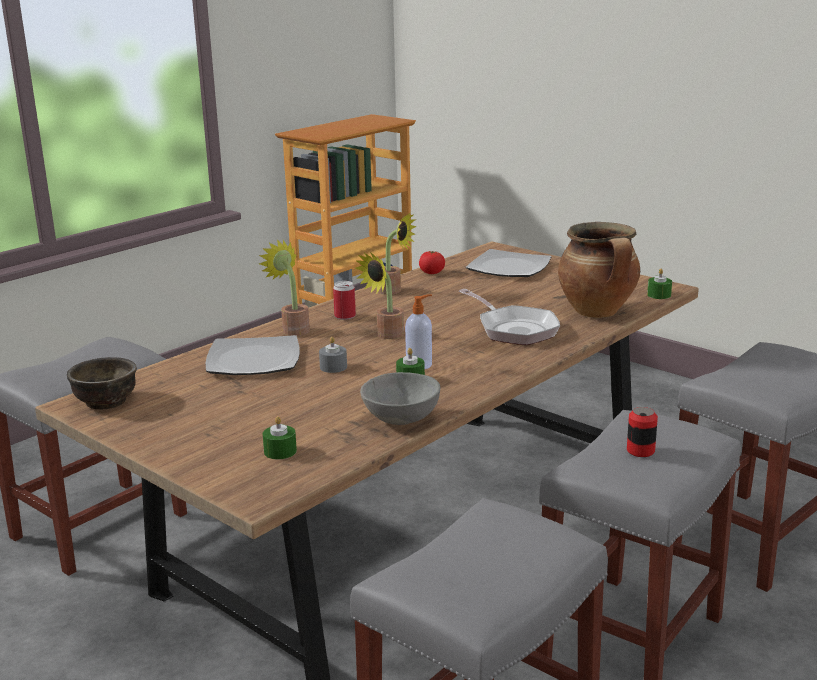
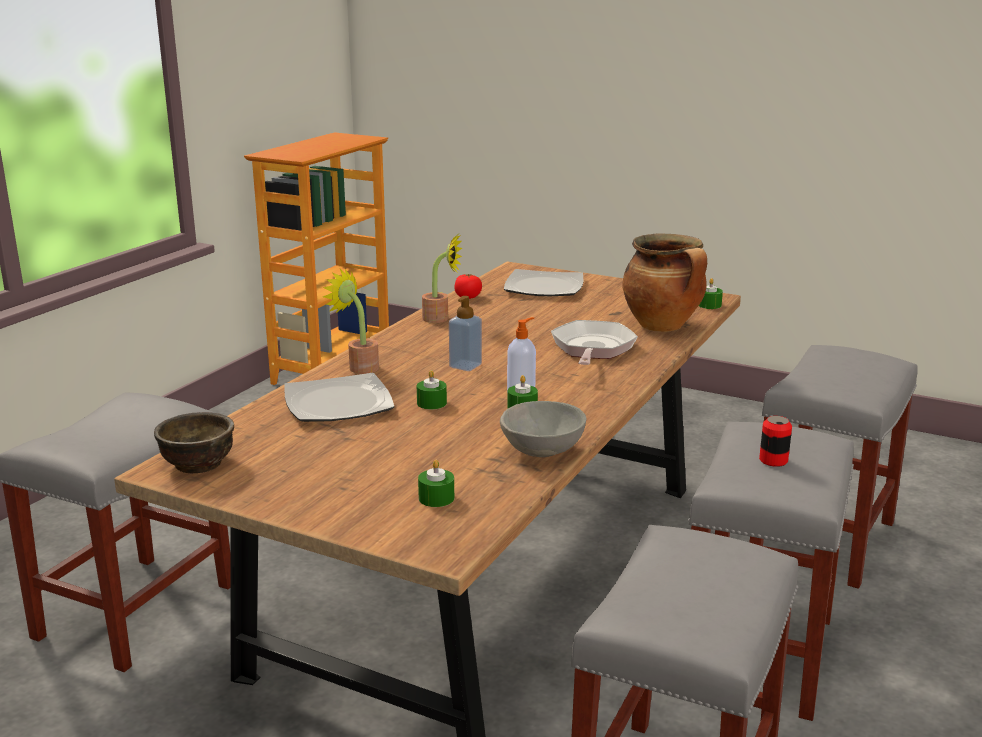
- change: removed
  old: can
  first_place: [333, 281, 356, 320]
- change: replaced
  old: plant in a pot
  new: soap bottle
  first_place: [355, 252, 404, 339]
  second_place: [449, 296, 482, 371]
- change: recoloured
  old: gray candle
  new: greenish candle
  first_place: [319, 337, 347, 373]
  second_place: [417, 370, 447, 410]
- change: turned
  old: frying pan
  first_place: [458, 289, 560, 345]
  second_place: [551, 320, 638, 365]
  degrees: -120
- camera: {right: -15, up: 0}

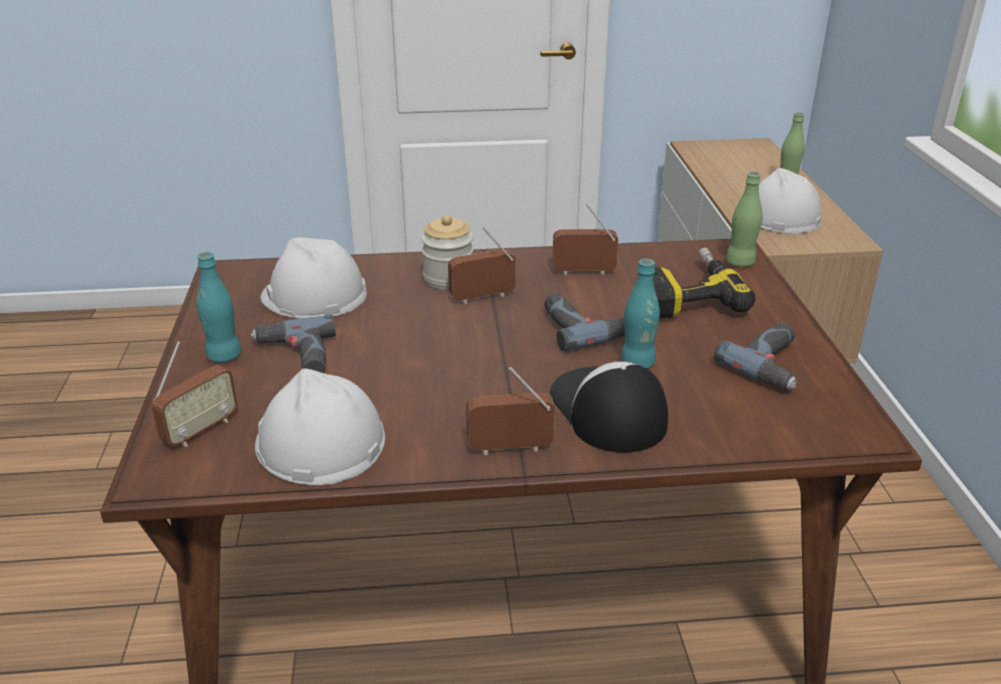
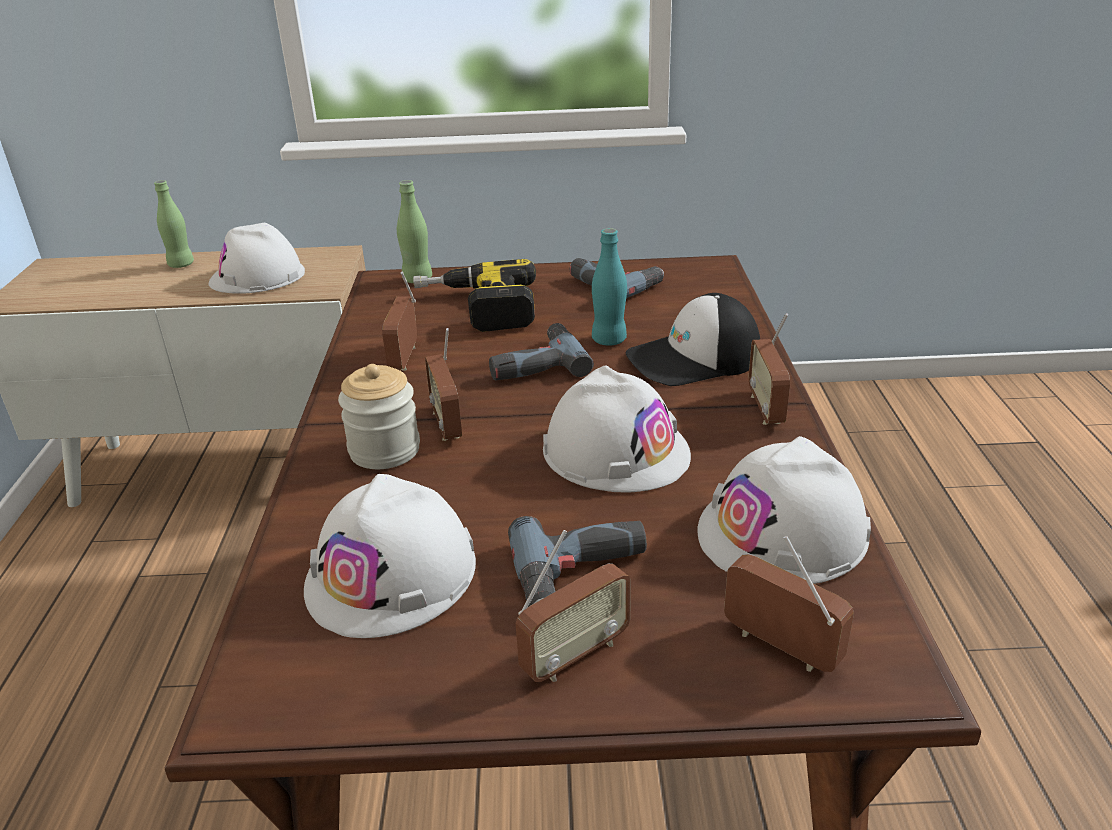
- change: added
  new: white work helmet
  second_place: [543, 366, 691, 492]
- change: replaced
  old: turquoise-coloured bottle
  new: radio receiver
  first_place: [197, 252, 241, 363]
  second_place: [516, 530, 631, 682]
- camera: {right: -85, up: 0}

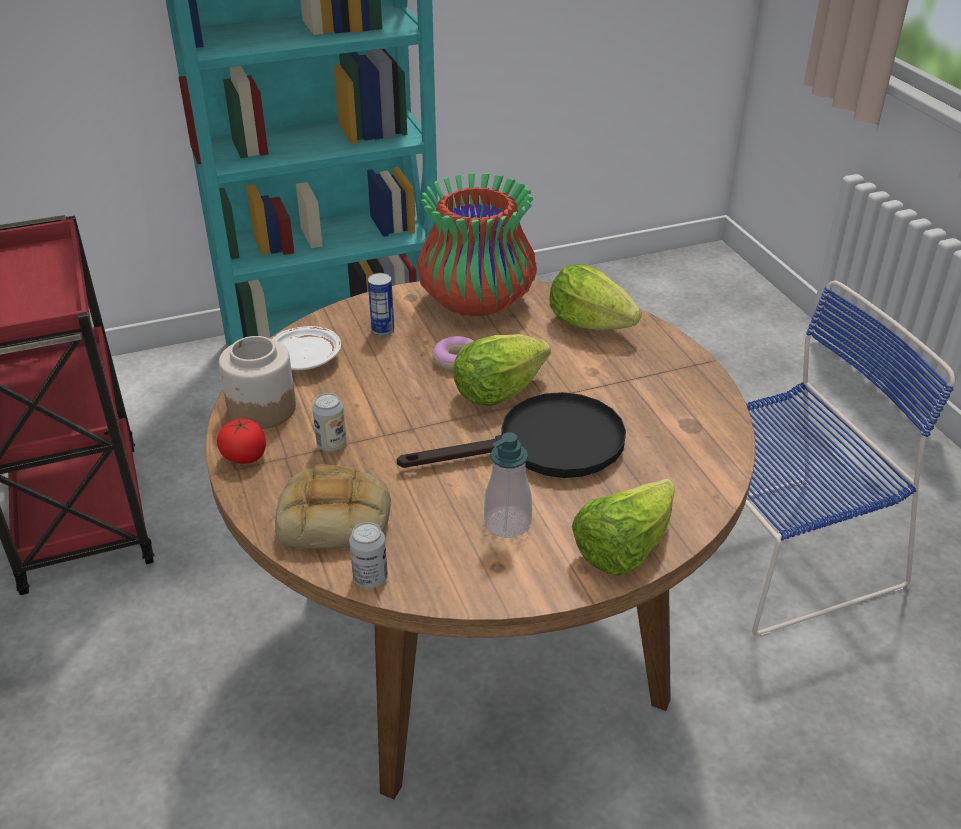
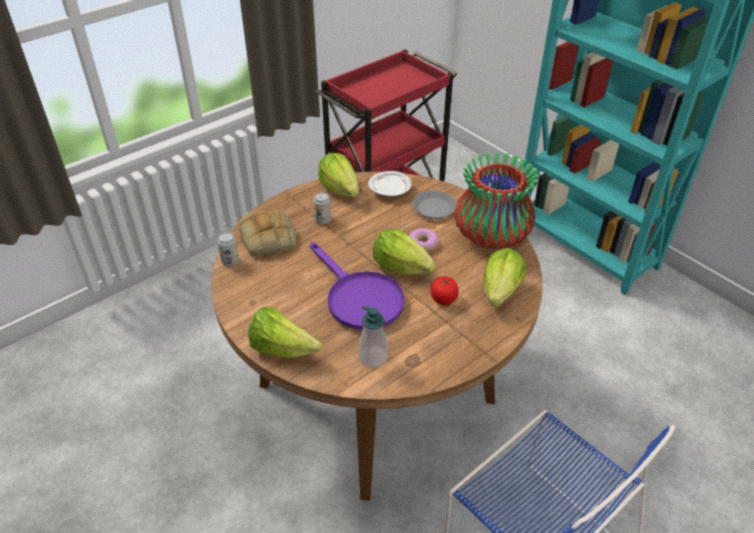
- change: moved
  old: tomato
  first_place: [217, 418, 266, 464]
  second_place: [431, 276, 459, 305]
- change: moved
  old: soap bottle
  first_place: [484, 432, 532, 538]
  second_place: [359, 305, 388, 367]
- change: replaced
  old: preserve jar
  new: lettuce head
  first_place: [219, 336, 296, 429]
  second_place: [318, 153, 359, 197]
- change: replaced
  old: can
  new: gray flat dish
  first_place: [368, 273, 394, 336]
  second_place: [412, 190, 457, 219]
- change: recoloured
  old: black-coloured frying pan
  new: purple-coloured frying pan
  first_place: [397, 392, 626, 478]
  second_place: [310, 242, 405, 330]
- camera: {right: 70, up: 5}

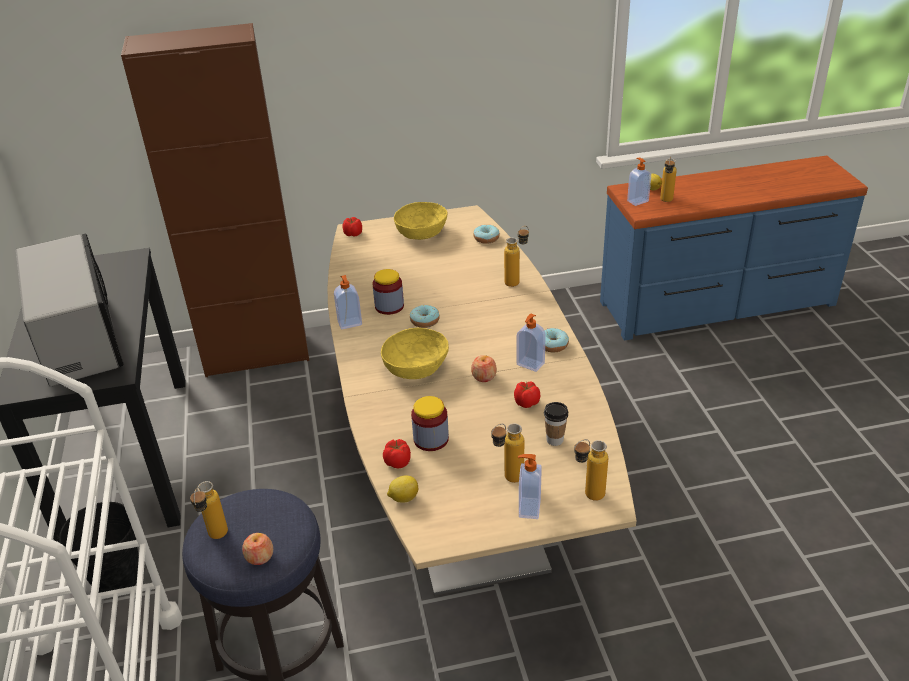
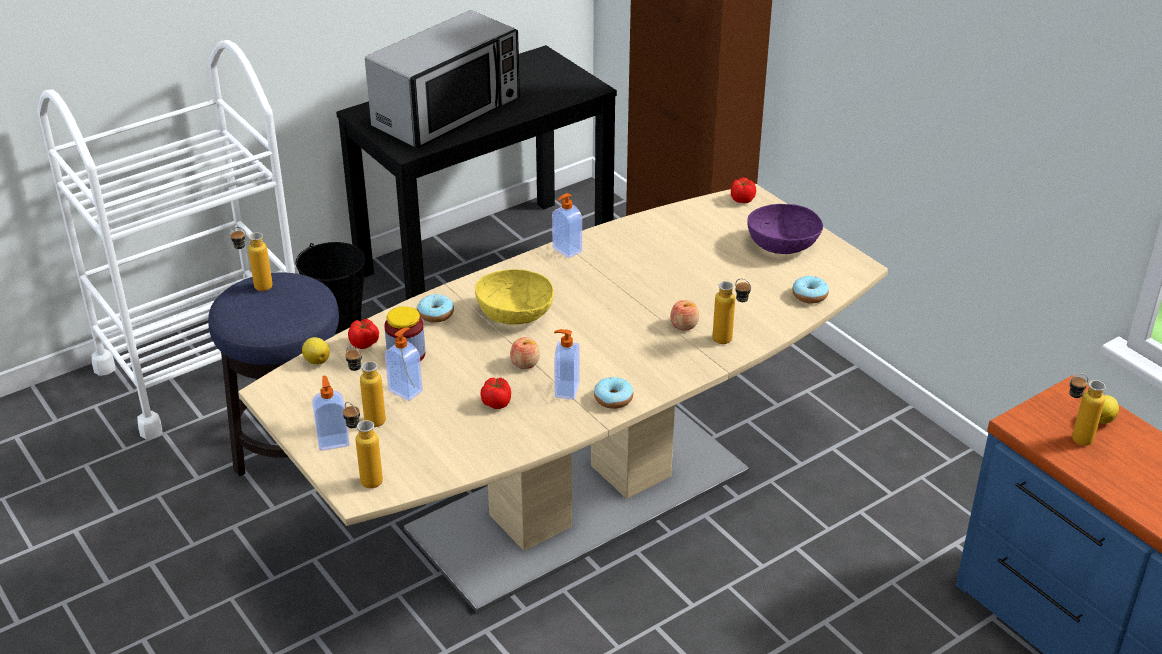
- change: removed
  old: preserve jar
  first_place: [372, 269, 404, 315]
- change: removed
  old: small cup
  first_place: [544, 402, 568, 446]
- change: moved
  old: whole apple
  first_place: [242, 533, 273, 565]
  second_place: [670, 300, 699, 331]
- change: moved
  old: doughnut
  first_place: [410, 305, 440, 328]
  second_place: [417, 294, 454, 323]
- change: moved
  old: soap bottle
  first_place: [627, 158, 651, 206]
  second_place: [385, 327, 423, 401]
- change: recoloured
  old: yellow-coloured deep dish
  new: purple-coloured deep dish
  first_place: [394, 202, 447, 240]
  second_place: [747, 204, 823, 254]
- camera: {right: 65, up: 0}

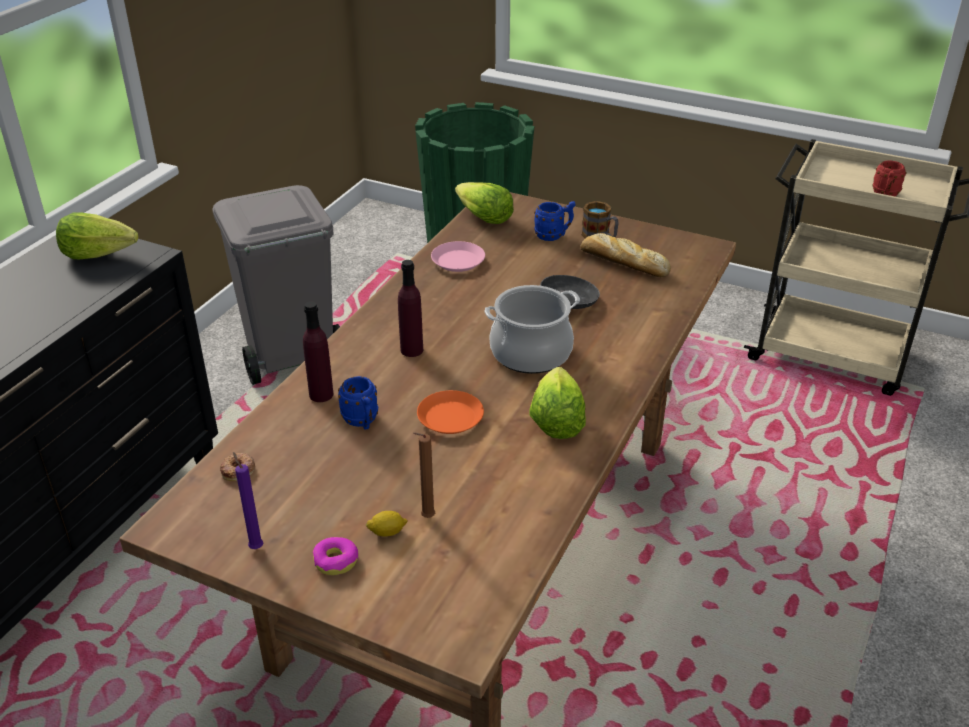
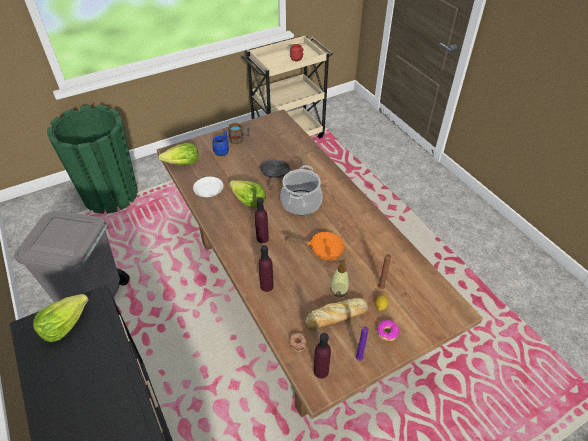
- change: removed
  old: blue mug
  first_place: [338, 376, 378, 430]
- change: added
  new: purple-coloured bottle
  second_place: [314, 333, 331, 379]
- change: added
  new: soap bottle
  second_place: [330, 260, 349, 297]
- change: moved
  old: lettuce head
  first_place: [529, 367, 586, 439]
  second_place: [229, 180, 266, 207]
- change: moved
  old: bread
  first_place: [581, 233, 671, 277]
  second_place: [305, 298, 368, 330]
- change: replaced
  old: orangey flat dish
  new: orangey frying pan
  first_place: [417, 390, 484, 434]
  second_place: [284, 232, 345, 261]
- change: recoloured
  old: pink-coloured flat dish
  new: white flat dish
  first_place: [431, 241, 485, 272]
  second_place: [193, 177, 223, 197]
- camera: {right: -55, up: 10}

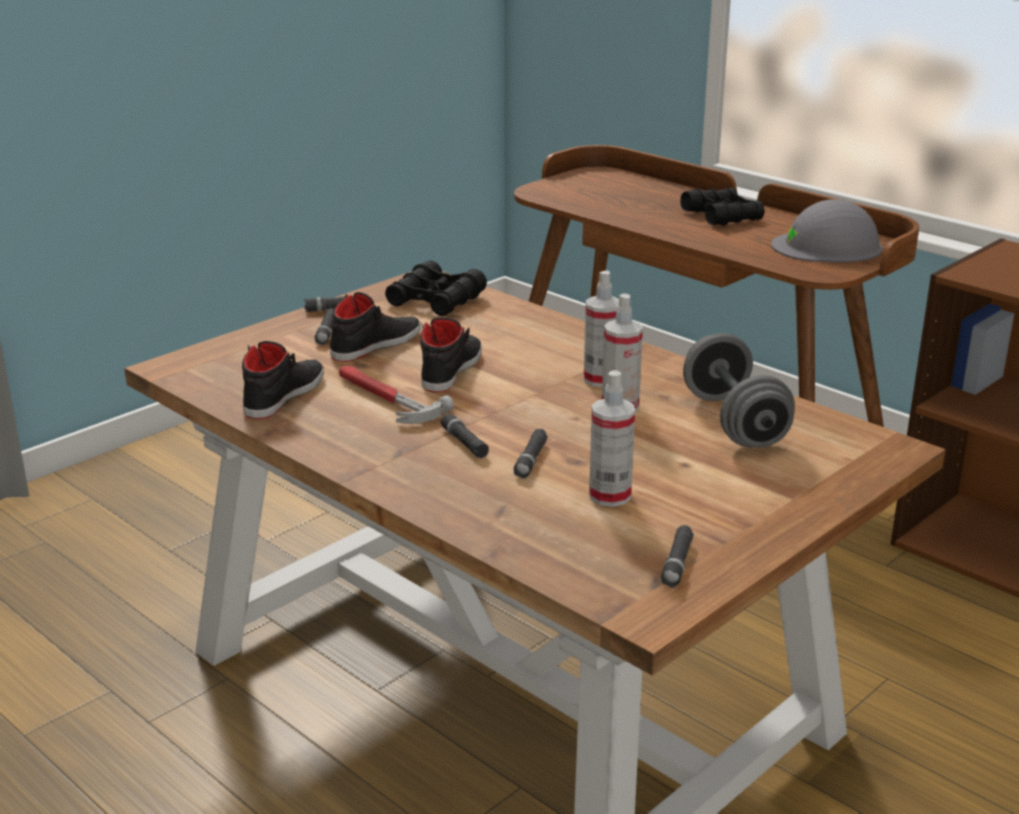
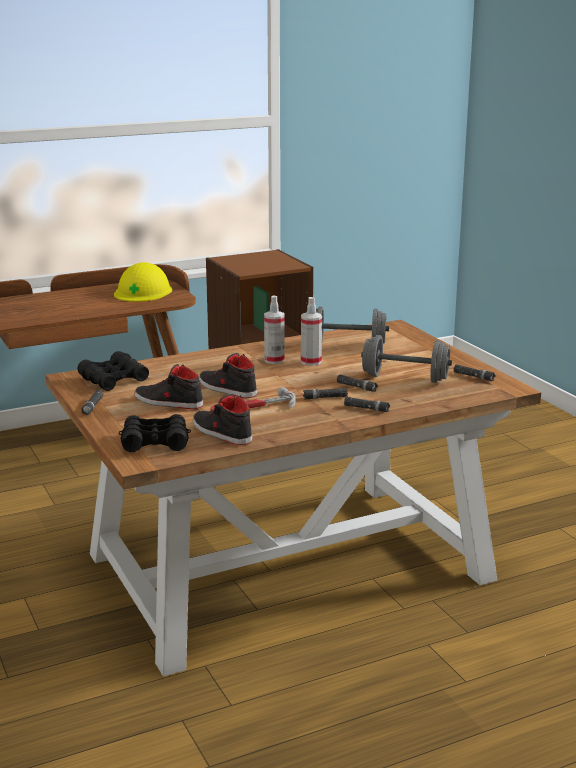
- change: moved
  old: black-coloured torch
  first_place: [315, 308, 334, 345]
  second_place: [344, 397, 390, 412]
- change: moved
  old: black-coloured binoculars
  first_place: [680, 188, 765, 226]
  second_place: [119, 414, 191, 452]
- change: replaced
  old: sprayer
  new: gray hand weight
  first_place: [589, 370, 635, 507]
  second_place: [361, 335, 452, 383]
- change: recoloured
  old: gray work helmet
  new: yellow-coloured work helmet
  first_place: [771, 199, 883, 262]
  second_place: [114, 262, 172, 302]
- change: turned
  old: black-coloured item of footwear
  first_place: [330, 292, 421, 362]
  second_place: [135, 364, 203, 409]
  degrees: -45
- camera: {right: -70, up: -5}

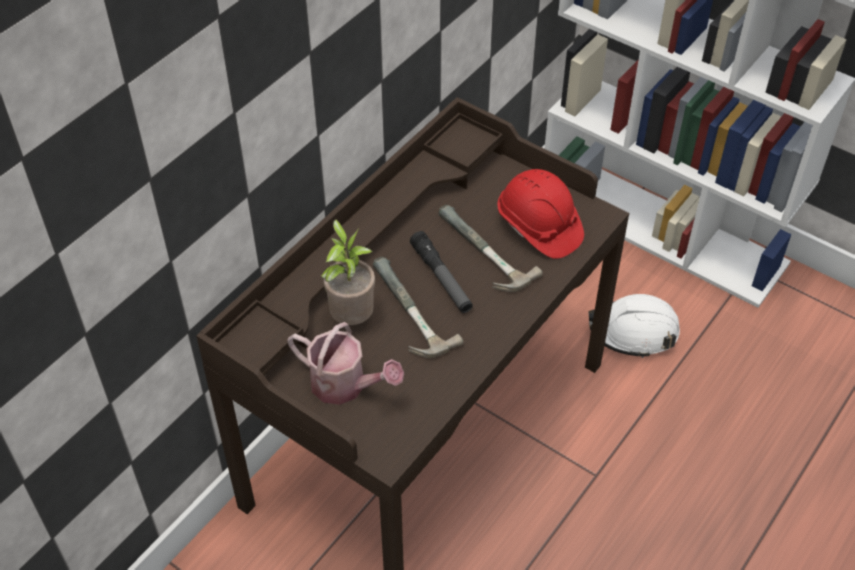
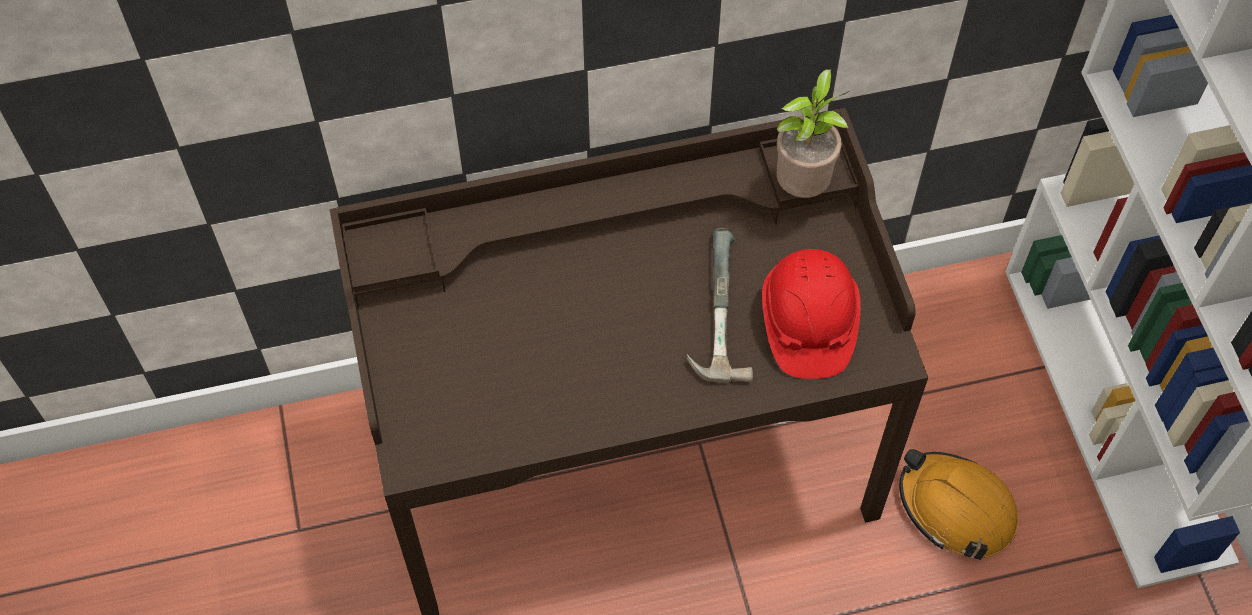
- change: removed
  old: sprinkling can
  first_place: [287, 322, 404, 405]
- change: removed
  old: hammer
  first_place: [373, 257, 463, 358]
- change: removed
  old: torch
  first_place: [410, 231, 473, 313]
- change: moved
  old: plant in a pot
  first_place: [321, 219, 375, 325]
  second_place: [777, 69, 849, 198]
- change: recoloured
  old: white work helmet
  new: orangey work helmet
  first_place: [588, 294, 680, 358]
  second_place: [899, 449, 1018, 560]
- camera: {right: 40, up: 10}

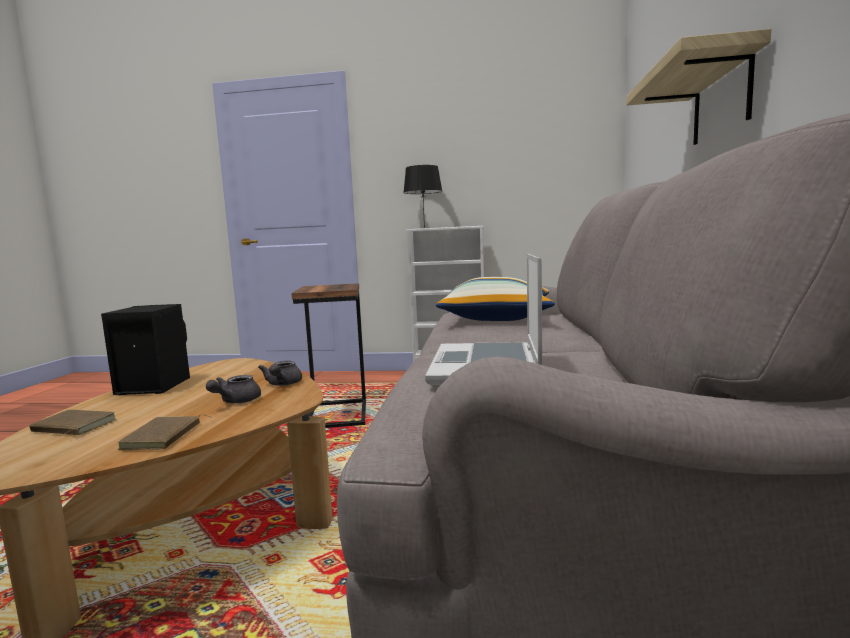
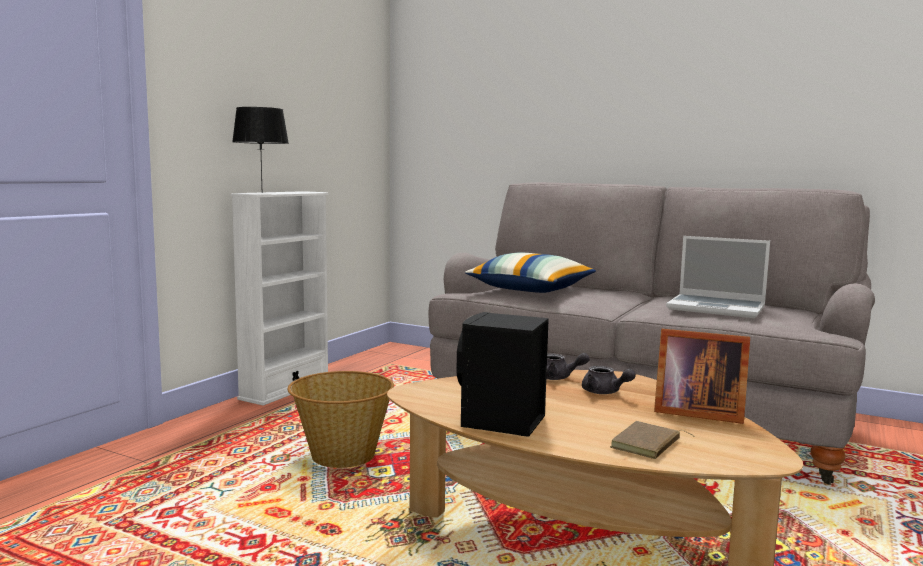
- change: removed
  old: shelf
  first_place: [626, 29, 771, 145]
- change: replaced
  old: brown-coloured bound book
  new: picture frame
  first_place: [118, 414, 213, 450]
  second_place: [654, 329, 750, 424]
- change: replaced
  old: end table
  new: basket
  first_place: [291, 283, 366, 428]
  second_place: [288, 371, 394, 468]
- camera: {right: -70, up: 0}

